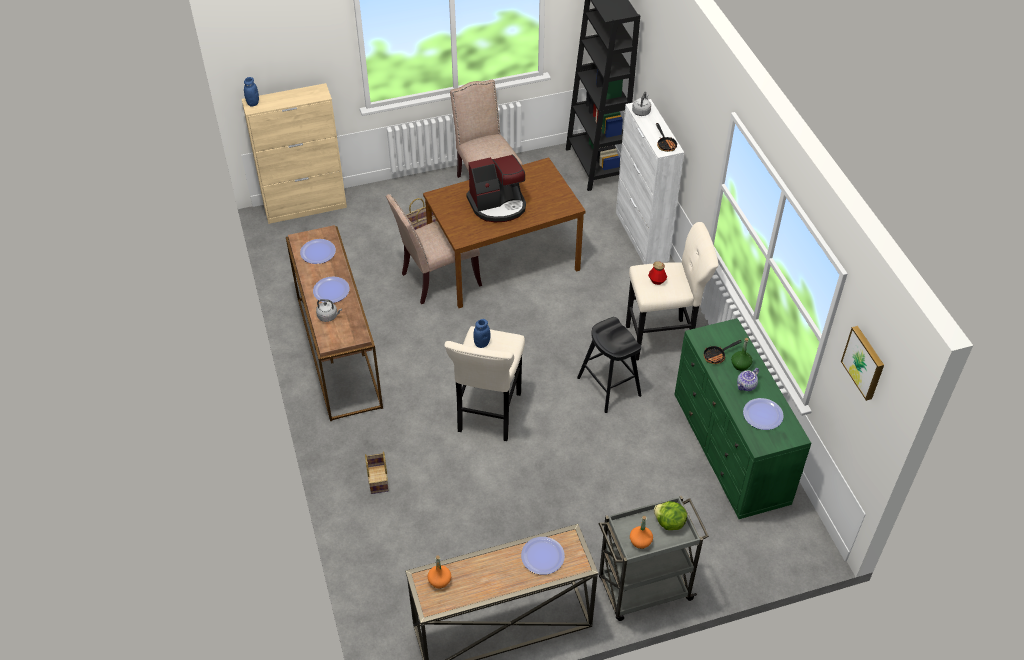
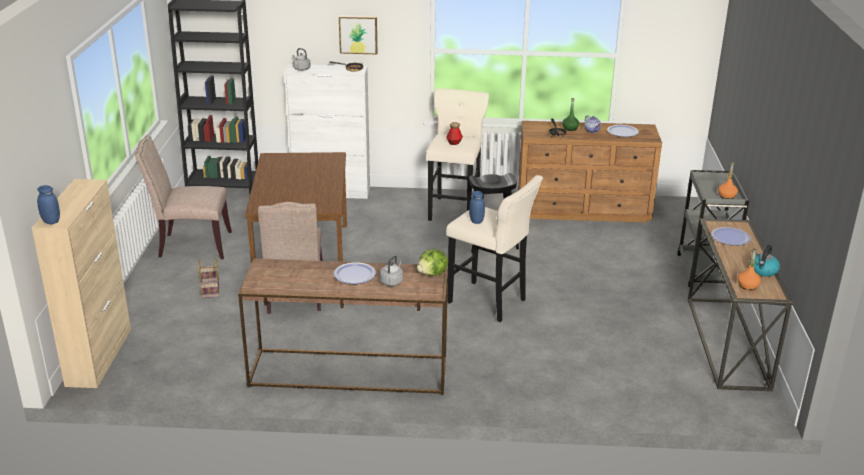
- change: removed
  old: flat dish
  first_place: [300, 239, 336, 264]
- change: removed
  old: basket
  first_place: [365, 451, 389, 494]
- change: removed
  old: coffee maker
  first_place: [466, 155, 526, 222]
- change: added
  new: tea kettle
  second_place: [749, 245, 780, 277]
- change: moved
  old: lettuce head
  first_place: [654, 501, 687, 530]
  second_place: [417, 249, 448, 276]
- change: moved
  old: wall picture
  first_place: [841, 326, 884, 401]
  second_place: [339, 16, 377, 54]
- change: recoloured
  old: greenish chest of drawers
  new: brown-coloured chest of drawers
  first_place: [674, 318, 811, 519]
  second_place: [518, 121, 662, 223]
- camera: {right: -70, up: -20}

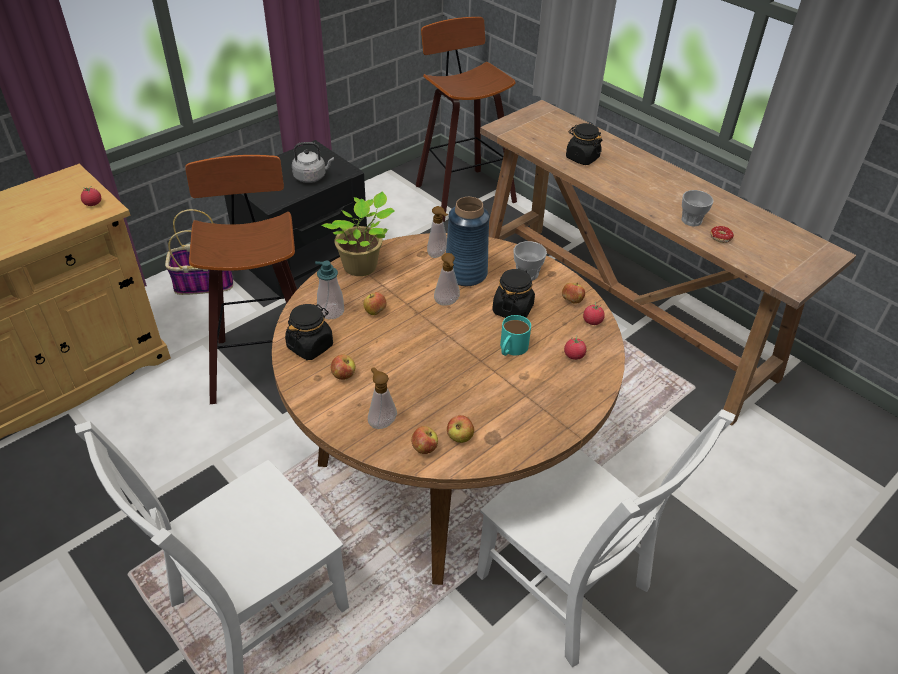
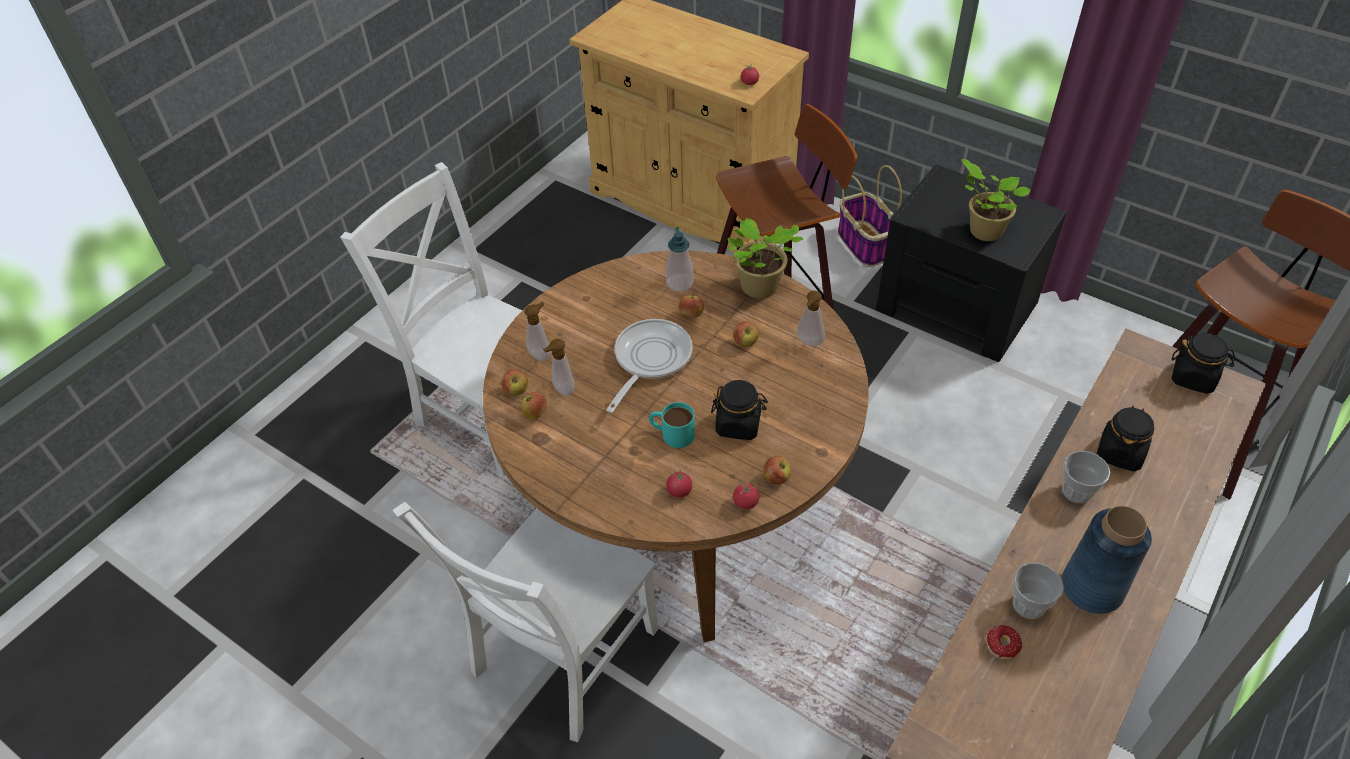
- change: added
  new: frying pan
  second_place: [606, 319, 693, 413]
- change: moved
  old: black-coloured preserve jar
  first_place: [285, 304, 333, 360]
  second_place: [1171, 333, 1236, 394]
- change: moved
  old: whole apple
  first_place: [331, 354, 355, 380]
  second_place: [733, 321, 759, 347]
- change: moved
  old: soap bottle
  first_place: [434, 253, 460, 306]
  second_place: [543, 339, 575, 396]
- change: moved
  old: blue vase
  first_place: [446, 197, 489, 286]
  second_place: [1062, 506, 1152, 614]
- change: moved
  old: small cup
  first_place: [513, 241, 547, 281]
  second_place: [1062, 451, 1110, 503]
- change: replaced
  old: gray tea kettle
  new: plant in a pot
  first_place: [292, 142, 334, 183]
  second_place: [961, 159, 1031, 241]
- camera: {right: 80, up: 5}

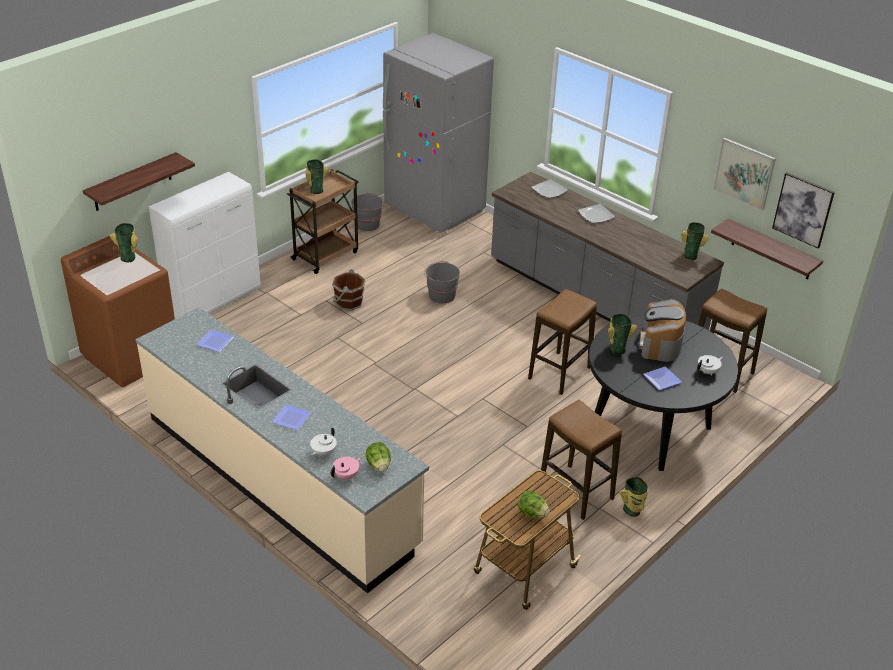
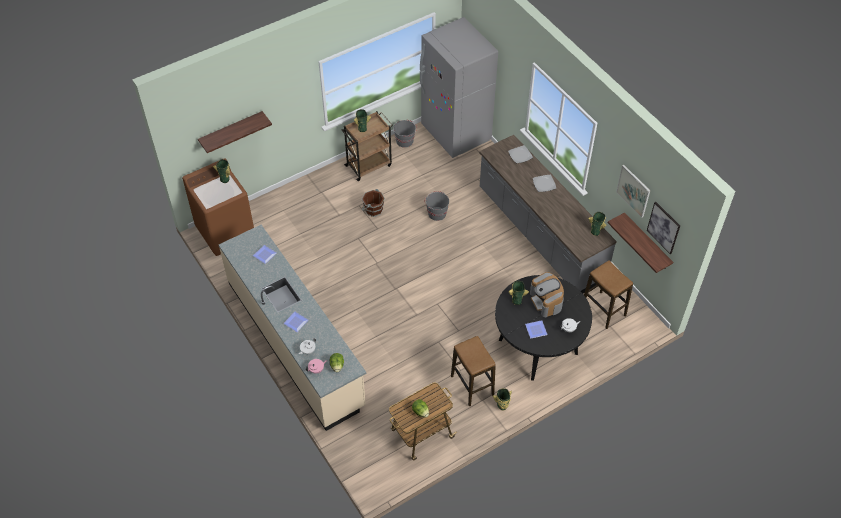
- change: removed
  old: white cabinet
  first_place: [149, 172, 261, 319]
- change: removed
  old: stool seat
  first_place: [528, 289, 597, 395]
- change: turned
  old: coffee maker
  first_place: [639, 299, 686, 362]
  second_place: [530, 272, 564, 317]
  degrees: -45
- camera: {right: 15, up: 15}

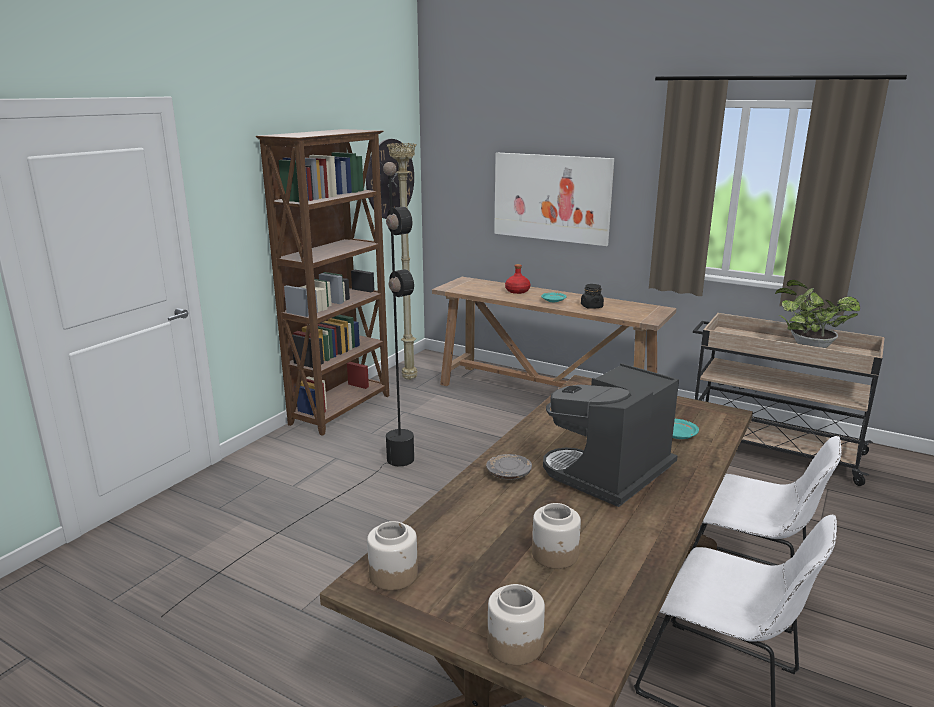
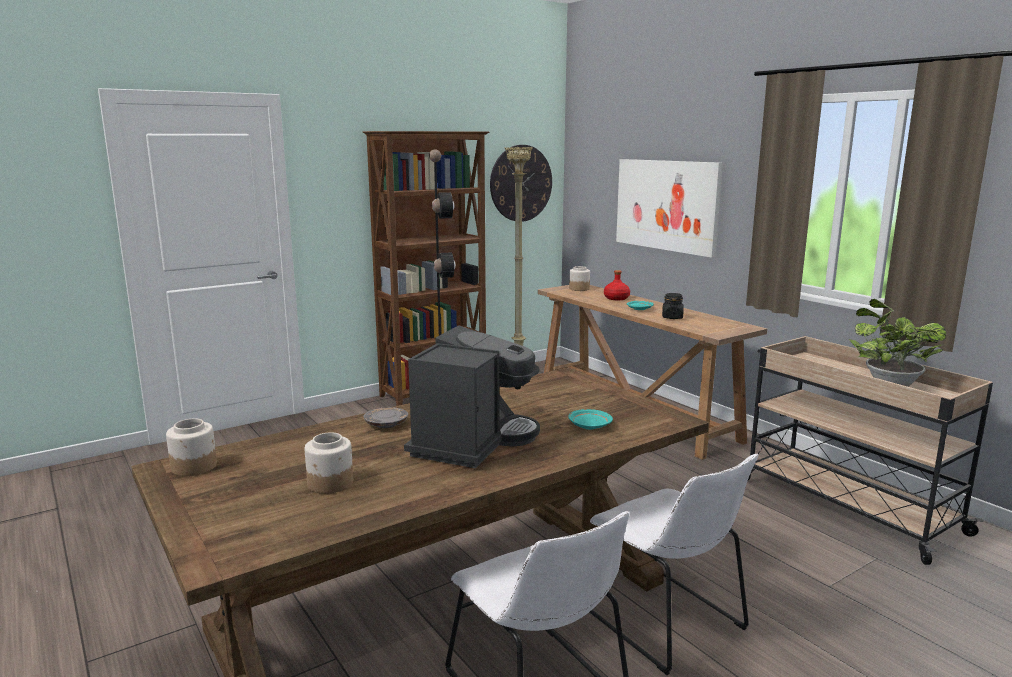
- change: moved
  old: preserve jar
  first_place: [488, 584, 545, 665]
  second_place: [569, 266, 590, 291]
- change: turned
  old: coffee maker
  first_place: [543, 363, 679, 507]
  second_place: [404, 325, 540, 468]
  degrees: 135
- camera: {right: 25, up: -5}

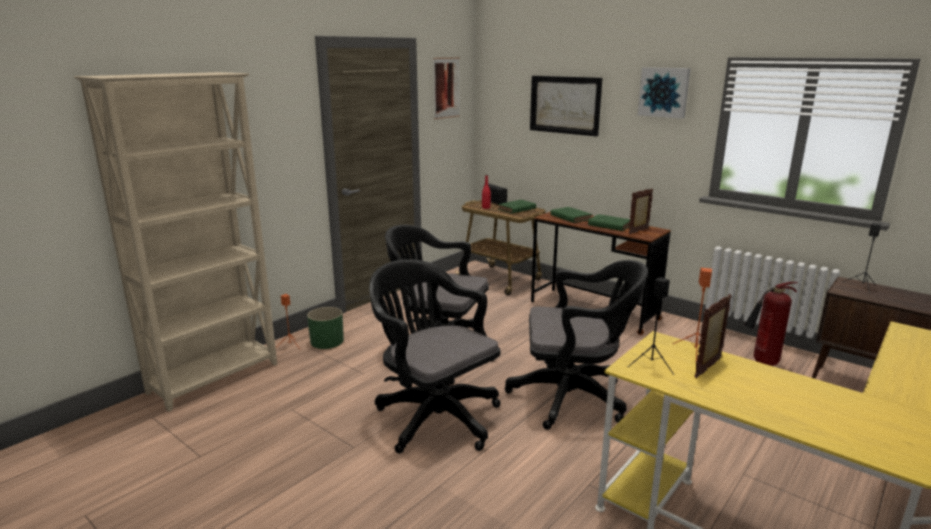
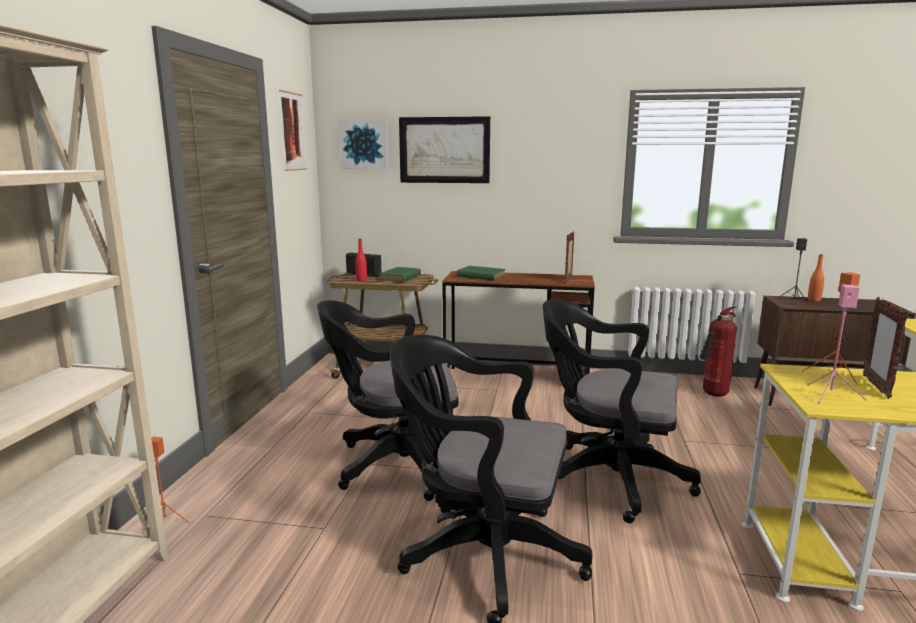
- change: removed
  old: greenish flower pot
  first_place: [307, 307, 344, 349]
- change: removed
  old: greenish bound book
  first_place: [588, 214, 631, 231]
- change: added
  new: orangey bottle
  second_place: [808, 254, 824, 302]
- change: moved
  old: wall picture
  first_place: [638, 67, 691, 118]
  second_place: [339, 119, 389, 169]
- change: recoloured
  old: black-coloured loudspeaker
  new: pink-coloured loudspeaker
  first_place: [628, 277, 674, 375]
  second_place: [807, 284, 867, 404]
- change: turned
  old: black-coloured computer chair
  first_place: [505, 260, 648, 430]
  second_place: [542, 299, 701, 523]
  degrees: -135
- camera: {right: -30, up: -5}

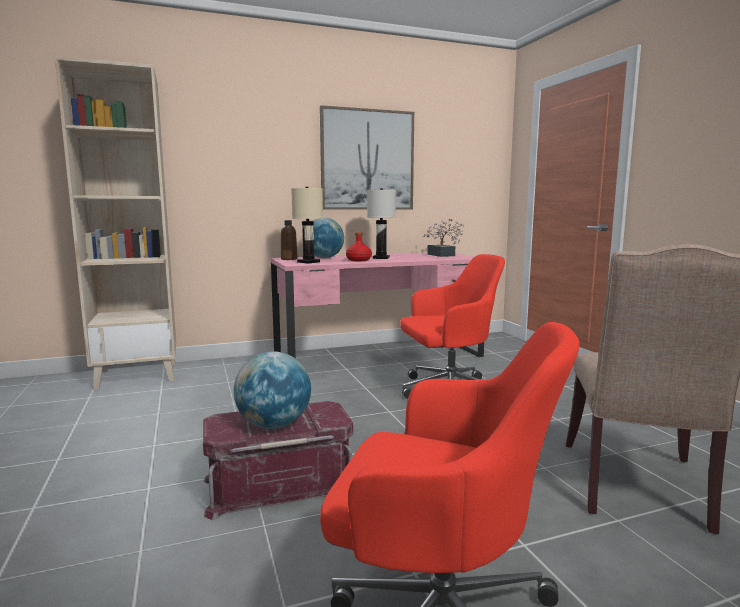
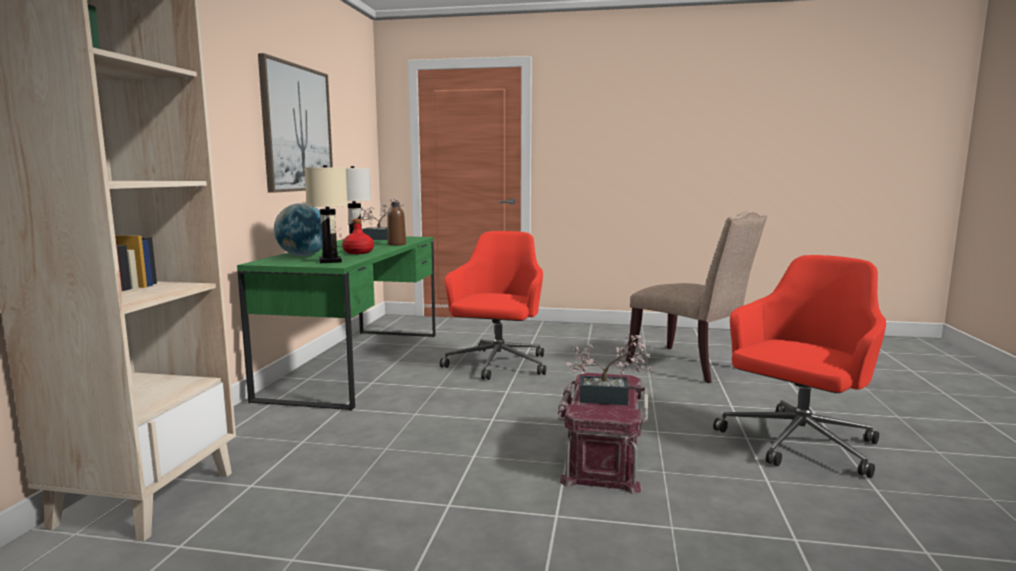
- change: moved
  old: brown-coloured bottle
  first_place: [281, 220, 298, 260]
  second_place: [387, 202, 406, 246]
- change: replaced
  old: globe
  new: plant in a pot
  first_place: [234, 352, 311, 429]
  second_place: [566, 335, 652, 405]
- change: recoloured
  old: pink-coloured desk unit
  new: greenish desk unit
  first_place: [271, 253, 484, 358]
  second_place: [237, 236, 436, 411]
- camera: {right: -60, up: 0}

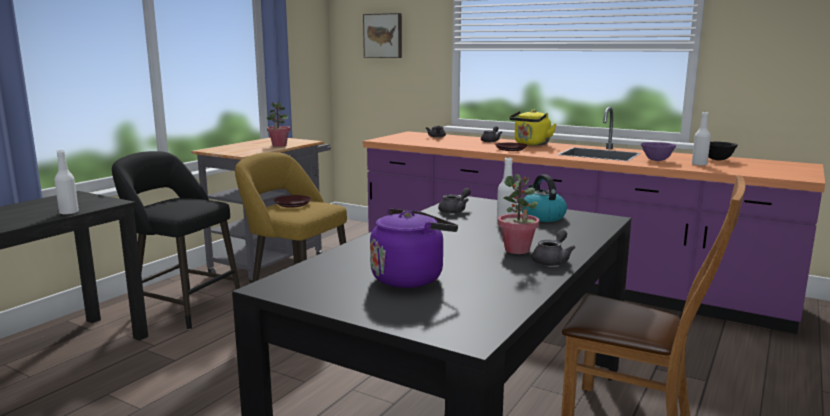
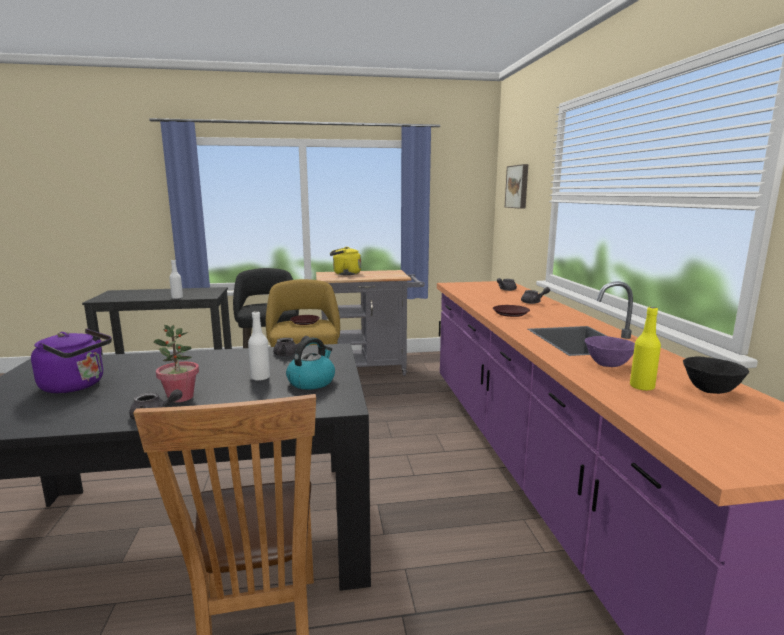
- change: removed
  old: plant in a pot
  first_place: [267, 102, 290, 147]
- change: moved
  old: yellow-coloured tea kettle
  first_place: [509, 110, 556, 146]
  second_place: [330, 247, 361, 275]
- change: recoloured
  old: white bottle
  new: yellow-coloured bottle
  first_place: [692, 112, 711, 166]
  second_place: [630, 307, 661, 391]
- camera: {right: 50, up: 0}

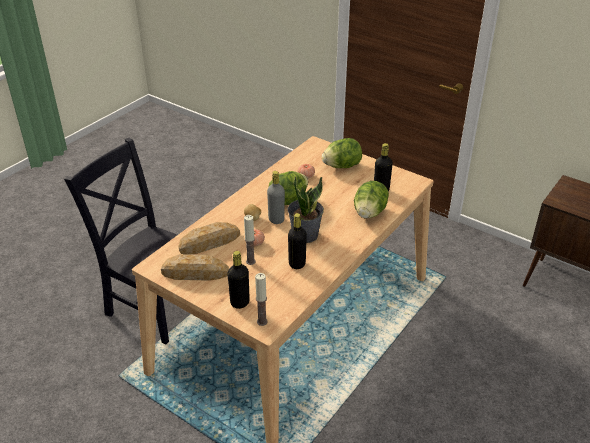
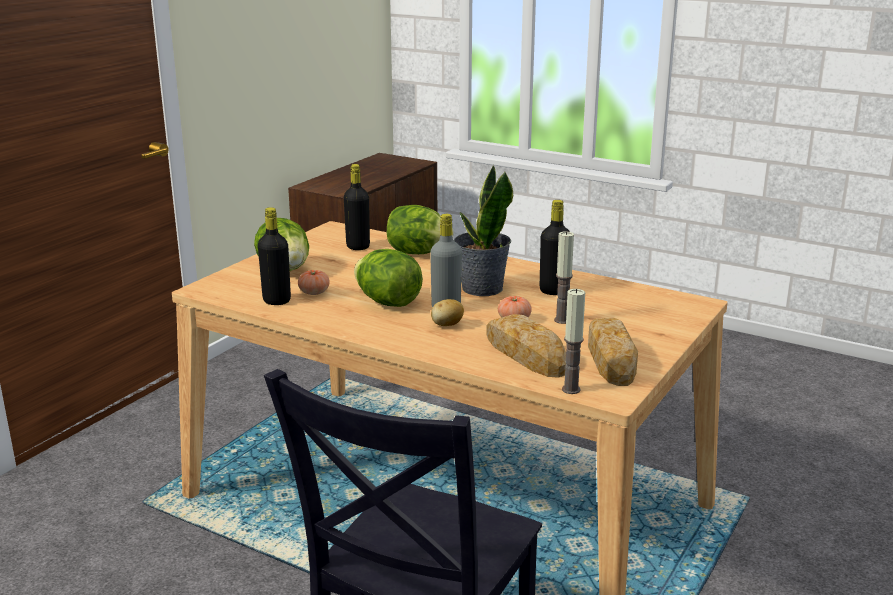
- change: moved
  old: black-coloured bottle
  first_place: [227, 251, 250, 309]
  second_place: [258, 207, 291, 305]
- change: moved
  old: candle
  first_place: [255, 273, 268, 326]
  second_place: [562, 289, 585, 394]
- camera: {right: -95, up: -15}

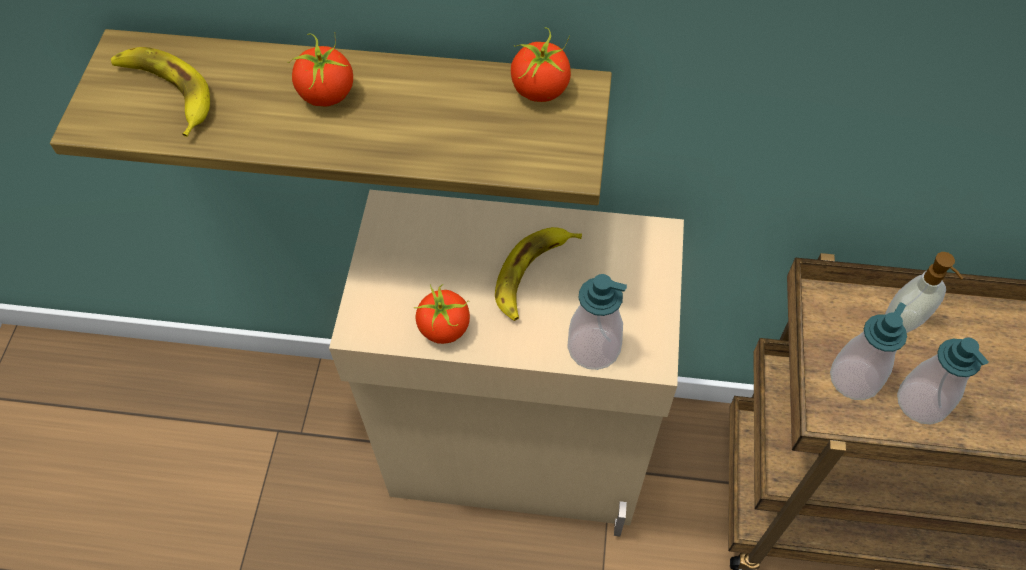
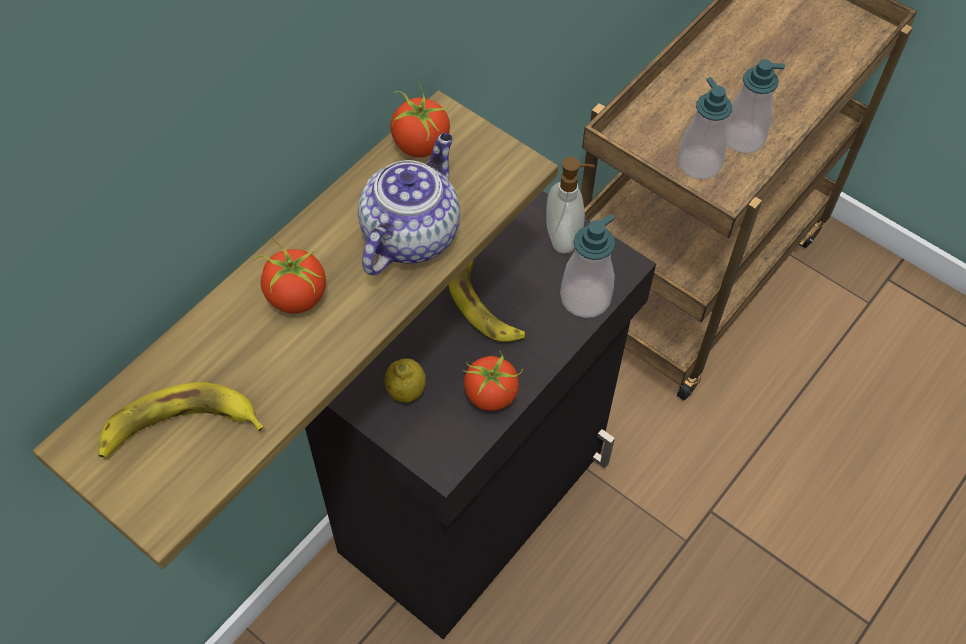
- change: added
  new: tea pot
  second_place: [358, 133, 460, 275]
- change: added
  new: whole lemon
  second_place: [385, 358, 426, 403]
- change: moved
  old: soap bottle
  first_place: [885, 252, 963, 333]
  second_place: [546, 157, 595, 253]
- change: recoloured
  old: beige-coloured cabinet
  new: black-coloured cabinet
  first_place: [329, 190, 684, 536]
  second_place: [305, 191, 656, 639]
- camera: {right: -60, up: 0}

